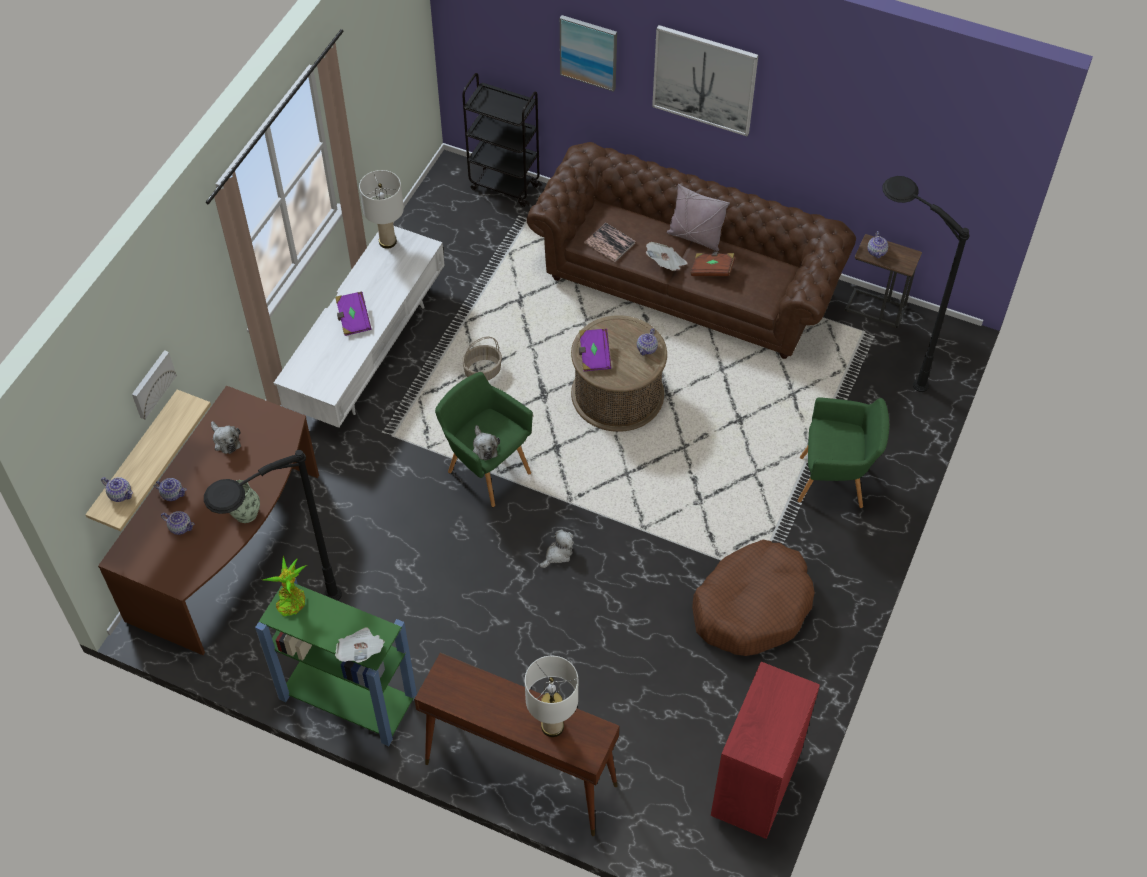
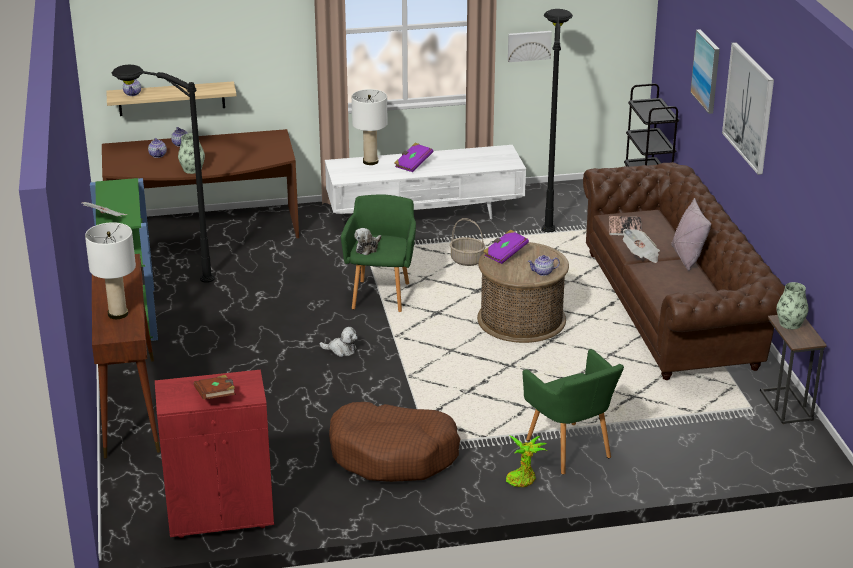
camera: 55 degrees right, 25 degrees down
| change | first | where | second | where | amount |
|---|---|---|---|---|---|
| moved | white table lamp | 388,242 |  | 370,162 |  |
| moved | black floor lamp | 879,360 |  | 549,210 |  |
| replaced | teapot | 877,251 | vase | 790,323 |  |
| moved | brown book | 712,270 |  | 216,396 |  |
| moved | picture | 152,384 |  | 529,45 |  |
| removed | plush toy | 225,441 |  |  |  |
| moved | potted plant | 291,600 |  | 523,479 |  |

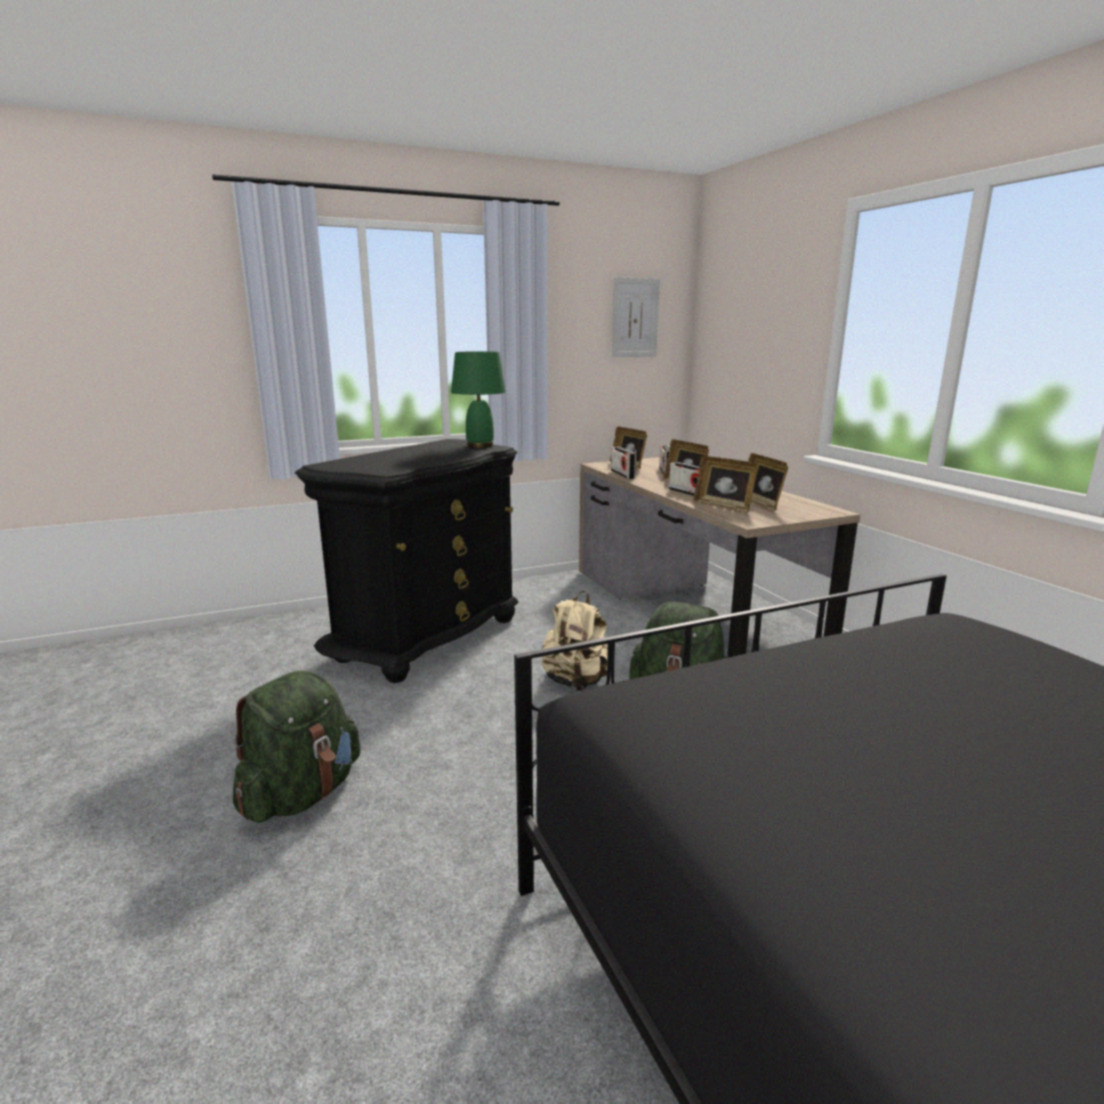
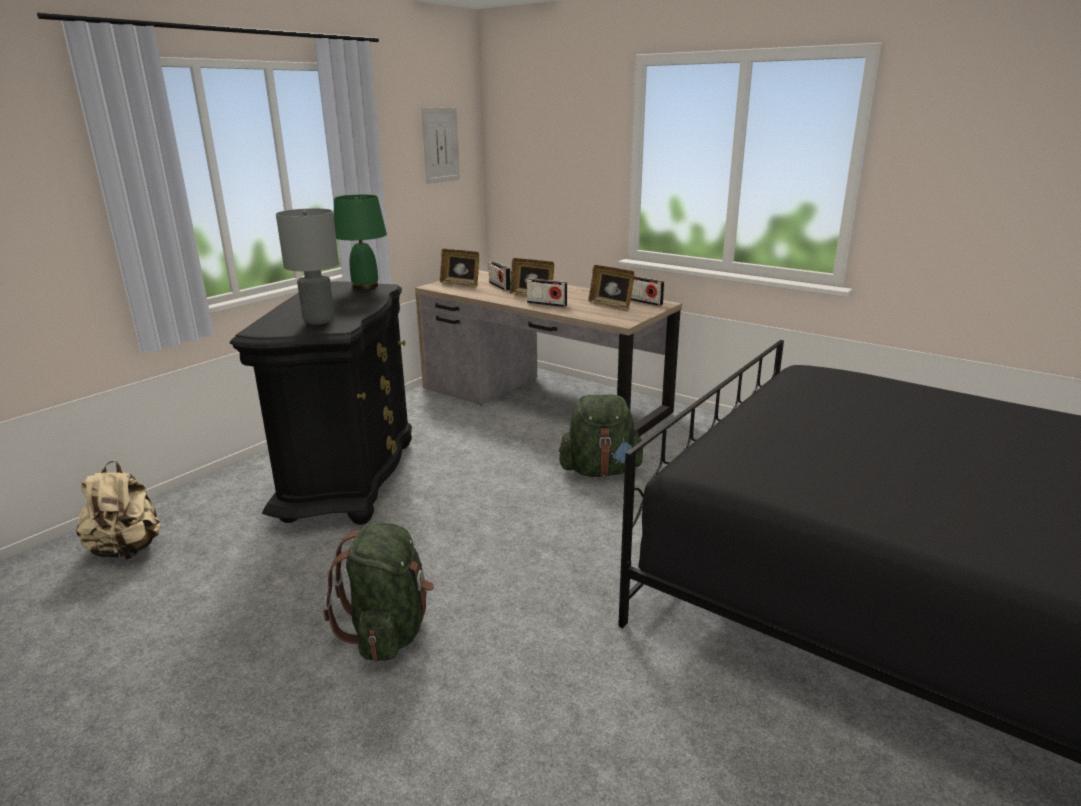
camera: 30 degrees left, 5 degrees up
| change | first | where | second | where | amount |
|---|---|---|---|---|---|
| moved | radio | 622,474 |  | 643,302 |  |
| removed | picture frame | 723,507 |  |  |  |
| moved | beige backpack | 576,682 |  | 127,550 |  |
| added |  |  | grey table lamp | 319,322 |  |

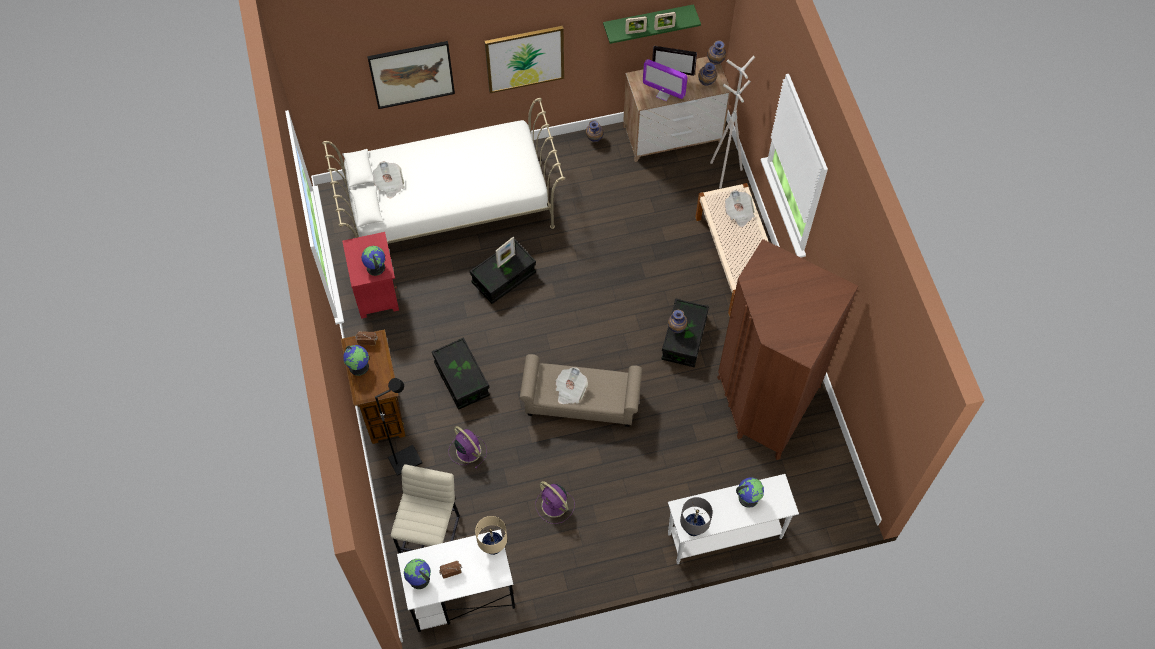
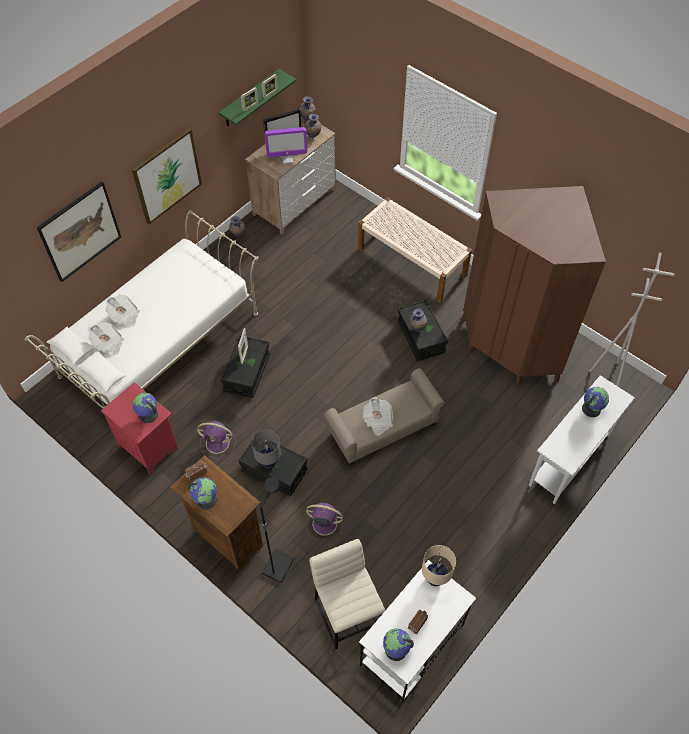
camera: 35 degrees left, 5 degrees down
| change | first | where | second | where | amount |
|---|---|---|---|---|---|
| moved | grey clothes rack | 724,173 |  | 608,374 |  |
| moved | newspaper | 739,213 |  | 124,316 |  |
| moved | purple fan | 555,506 |  | 218,443 |  |
| moved | grey table lamp | 693,528 |  | 268,462 |  |

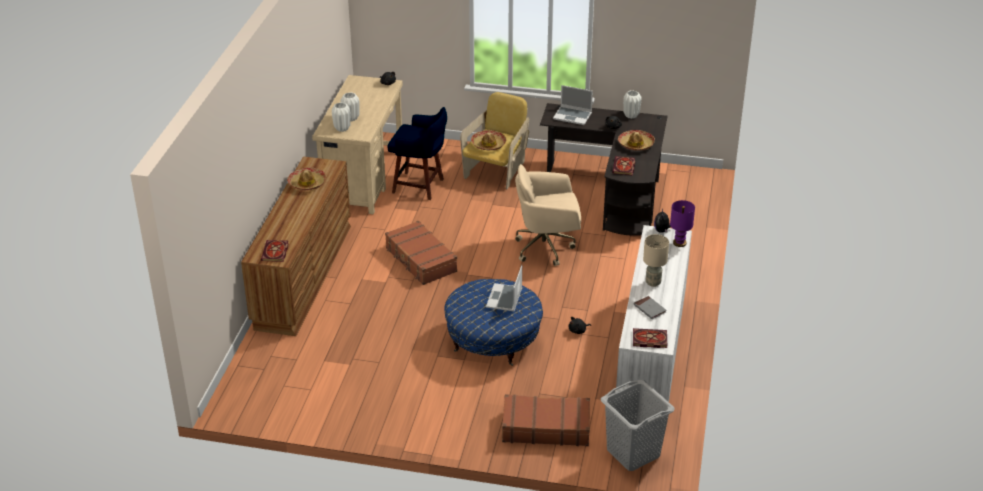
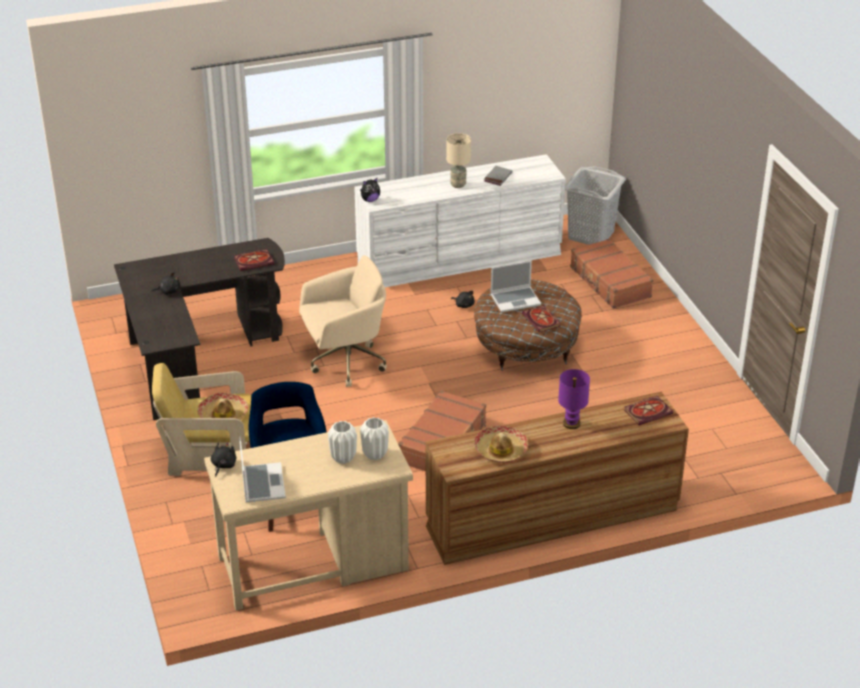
camera: 120 degrees left, 0 degrees up
| change | first | where | second | where | amount |
|---|---|---|---|---|---|
| moved | laptop | 573,116 |  | 262,483 |  |
| removed | white vase | 631,116 |  |  |  |
| removed | hat | 636,144 |  |  |  |
| turned | beige office chair | 546,248 |  | 345,365 | 75 degrees counterclockwise |
| moved | purple table lamp | 679,243 |  | 571,424 |  |
| recoloured | blue ottoman | 493,340 | brown ottoman | 526,347 |  |
| moved | book | 648,340 |  | 542,321 |  |

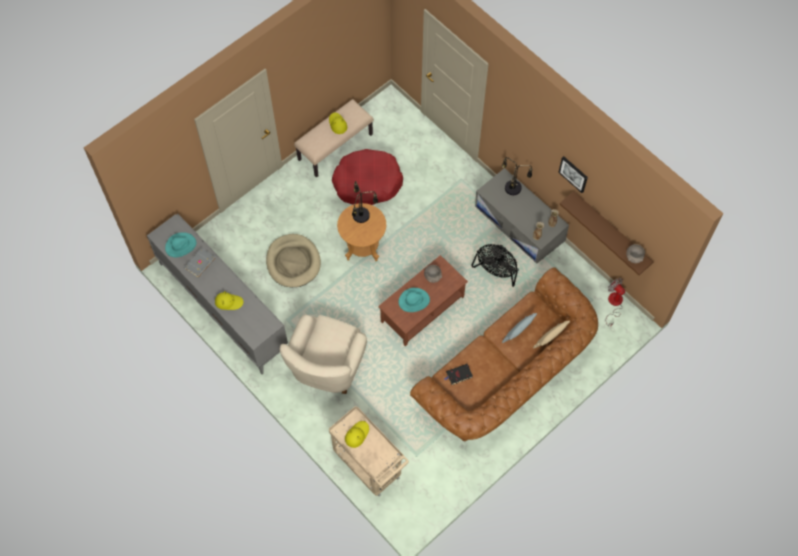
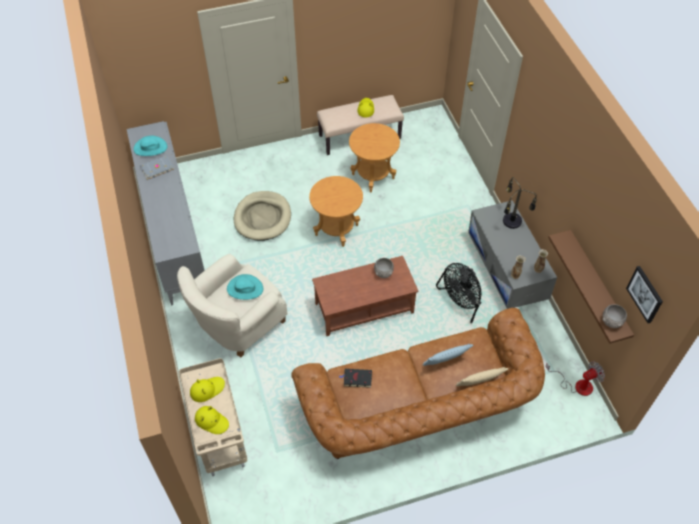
camera: 25 degrees right, 10 degrees down
| change | first | where | second | where | amount |
|---|---|---|---|---|---|
| replaced | red dog bed | 367,182 | brown side table | 373,176 |  |
| moved | picture | 573,174 |  | 645,294 |  |
| removed | table lamp | 361,215 |  |  |  |
| turned | fan | 614,304 |  | 577,385 | 75 degrees clockwise |
| moved | turquoise hat | 414,301 |  | 245,289 |  |
| moved | yellow hat | 229,302 |  | 212,421 |  |

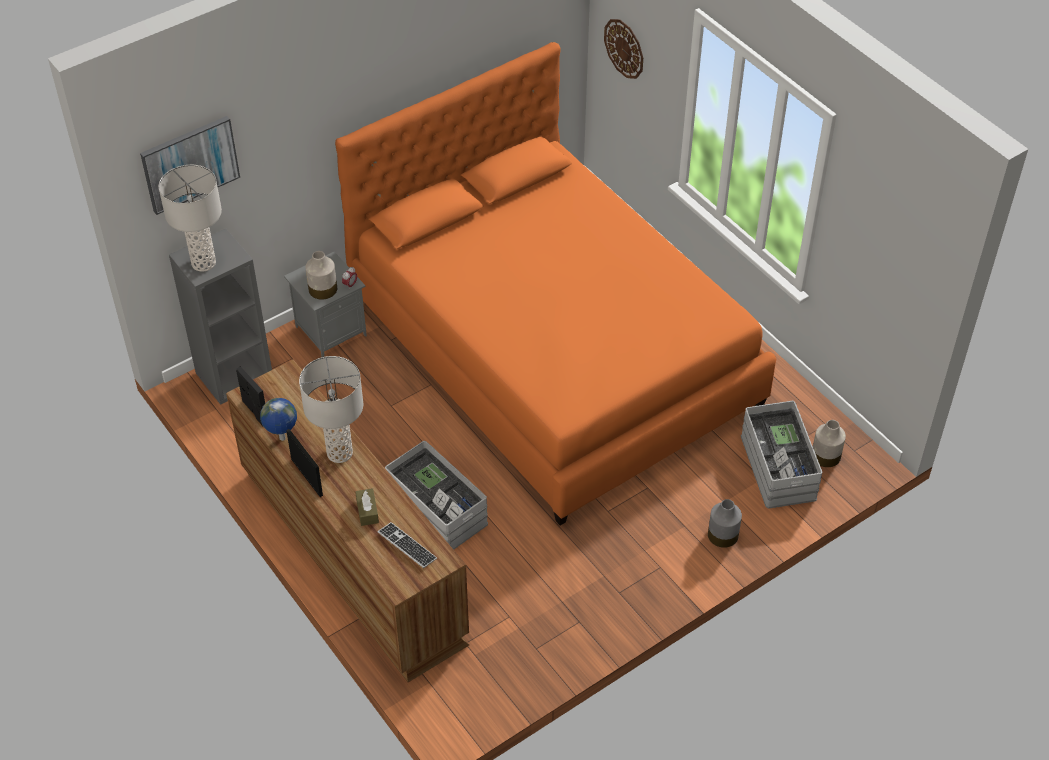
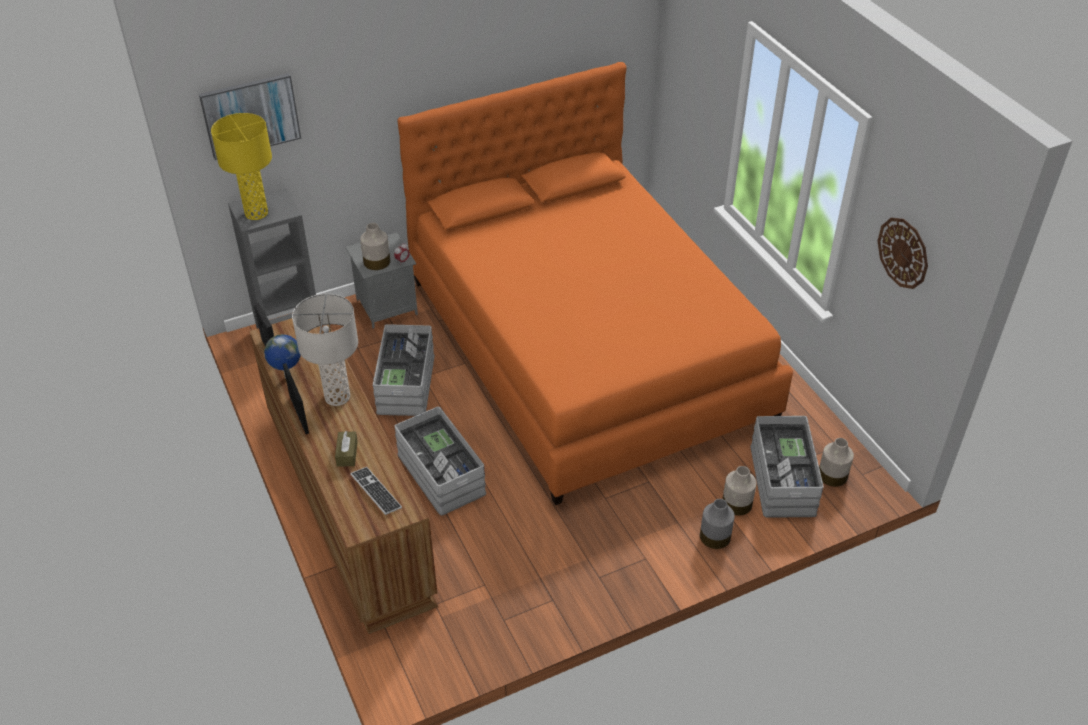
camera: 10 degrees right, 5 degrees down
| change | first | where | second | where | amount |
|---|---|---|---|---|---|
| moved | wall clock | 624,48 |  | 903,252 |  |
| recoloured | white table lamp | 203,263 | yellow table lamp | 256,213 |  |
| added |  |  | grey storage box | 405,383 |  |
| added |  |  | beige vase | 737,503 |  |

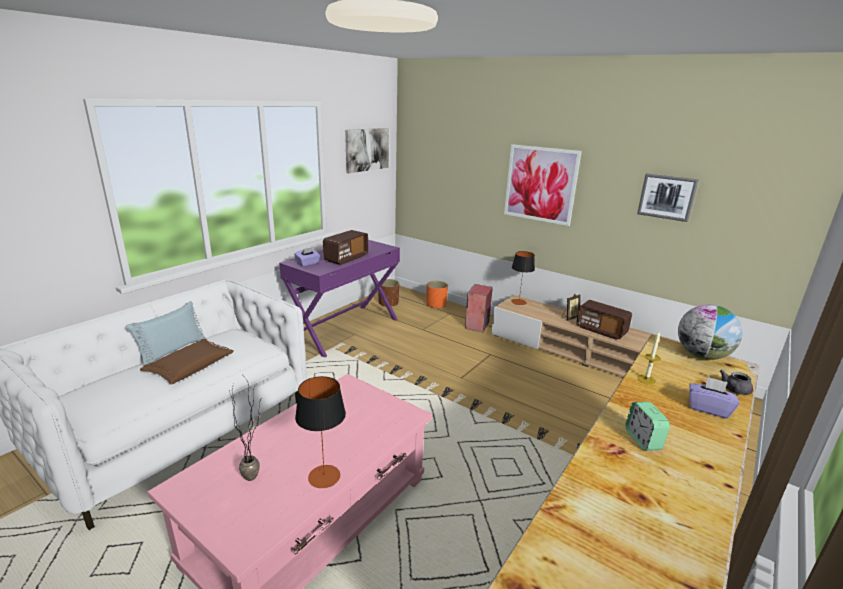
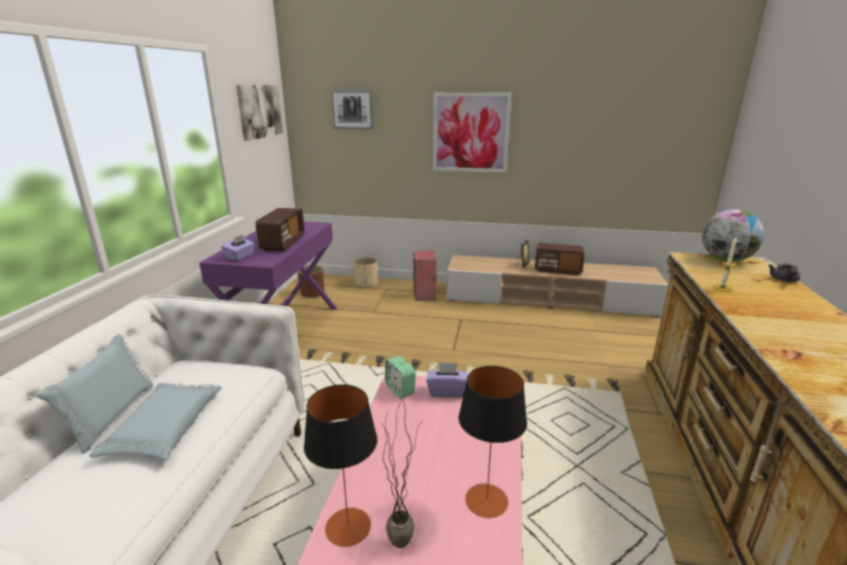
camera: 25 degrees left, 0 degrees up
| change | first | where | second | where | amount |
|---|---|---|---|---|---|
| moved | picture | 666,197 |  | 352,109 |  |
| moved | table lamp | 519,302 |  | 348,526 |  |
| recoloured | orange planter | 436,305 | beige planter | 366,284 |  |
| recoloured | brown pillow | 190,365 | blue pillow | 164,425 |  |
| moved | purple tissue box | 708,408 |  | 447,391 |  |
| moved | alarm clock | 643,440 |  | 400,389 |  |

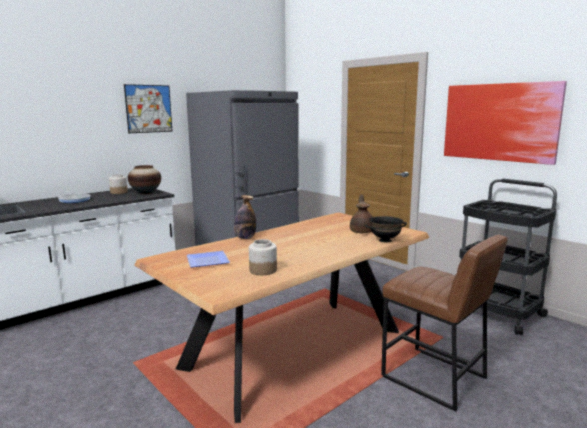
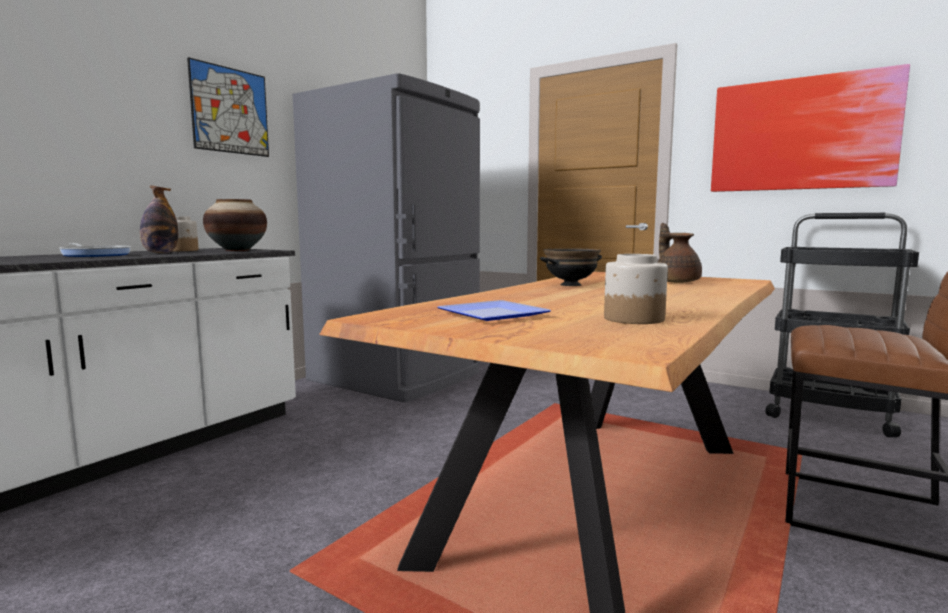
camera: 15 degrees left, 5 degrees down
| change | first | where | second | where | amount |
|---|---|---|---|---|---|
| moved | bottle | 245,238 |  | 160,253 |  |
| moved | black bowl | 385,240 |  | 570,285 |  |

